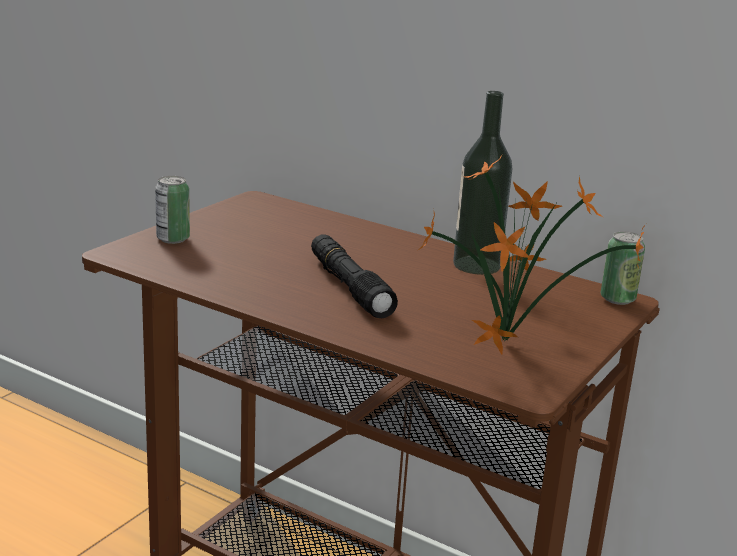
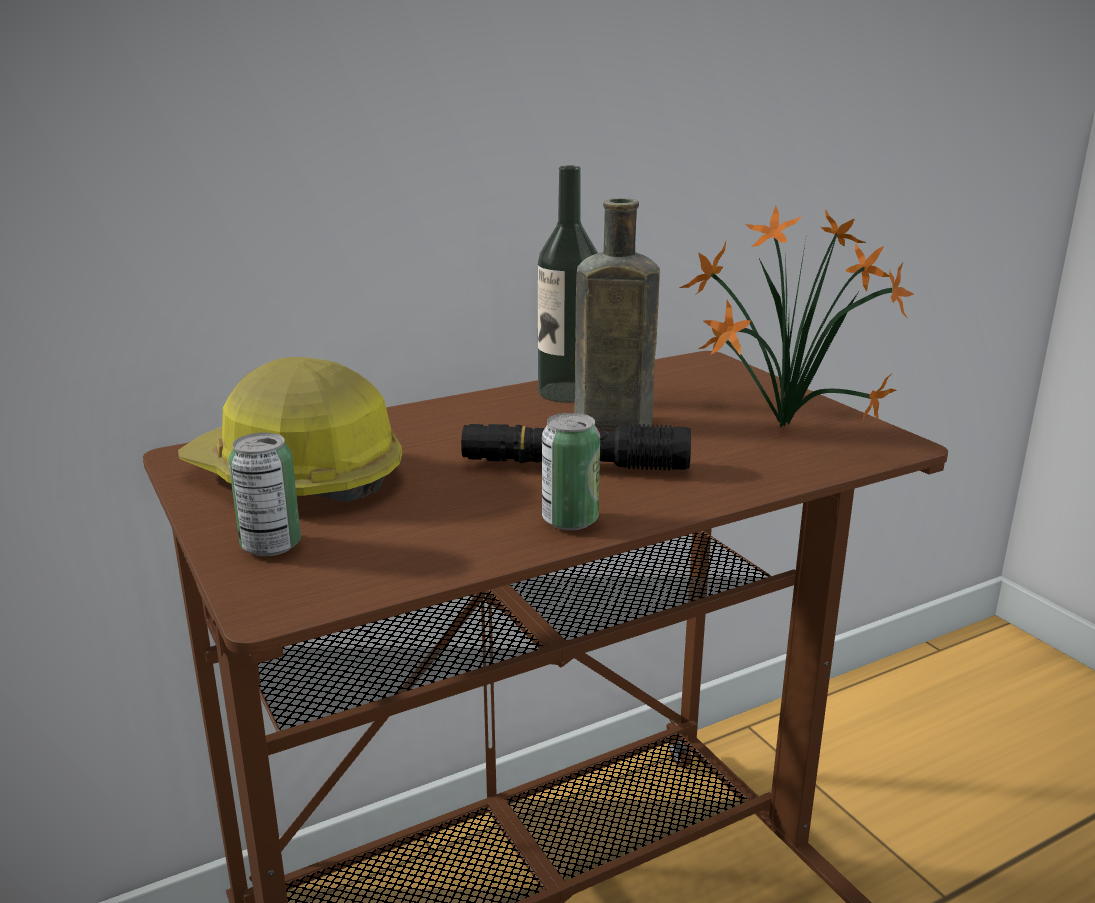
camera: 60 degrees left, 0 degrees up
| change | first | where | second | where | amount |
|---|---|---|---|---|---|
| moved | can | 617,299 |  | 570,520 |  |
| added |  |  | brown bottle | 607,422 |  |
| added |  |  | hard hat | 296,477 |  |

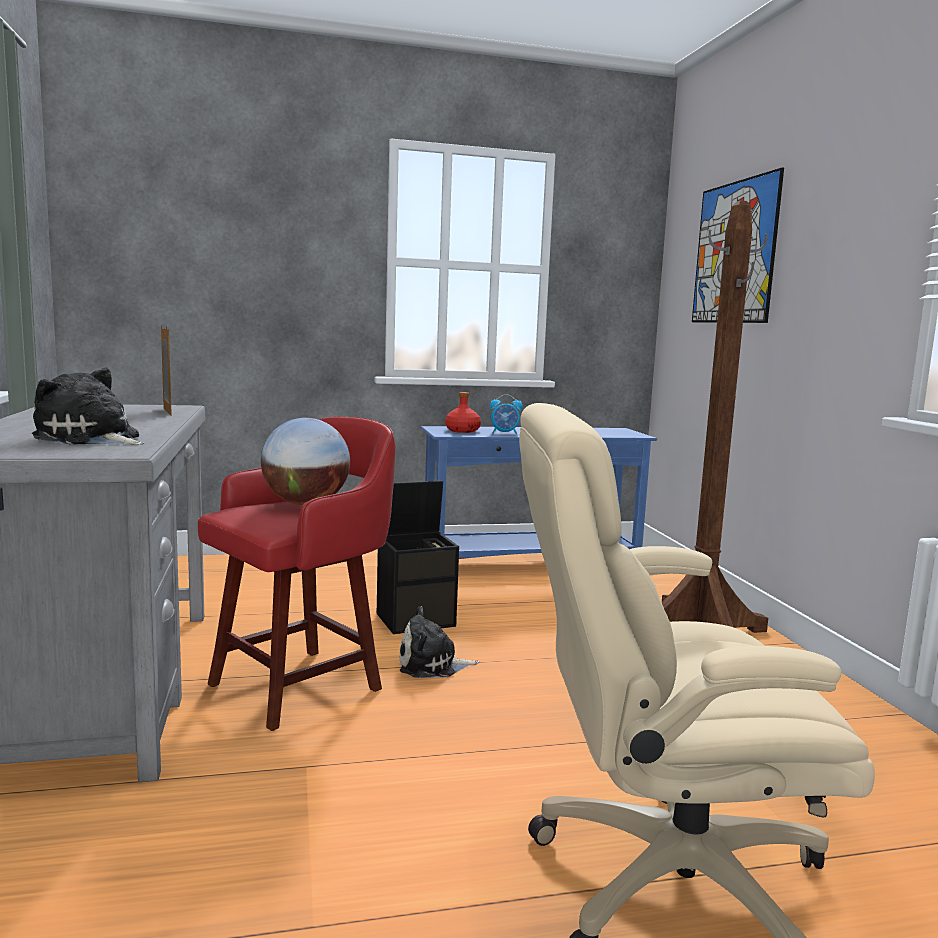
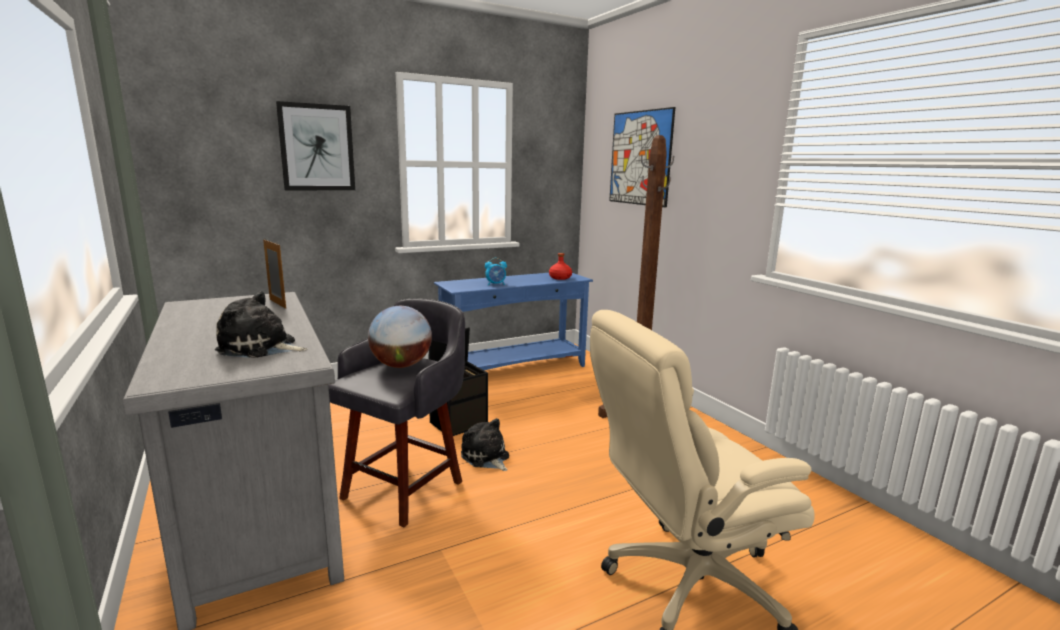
camera: 15 degrees left, 5 degrees up
| change | first | where | second | where | amount |
|---|---|---|---|---|---|
| moved | red bottle | 462,431 |  | 560,278 |  |
| recoloured | red stool | 302,685 | grey stool | 407,488 |  |
| turned | plush toy | 432,665 |  | 486,457 | 75 degrees clockwise |
| added |  |  | picture | 317,147 |  |

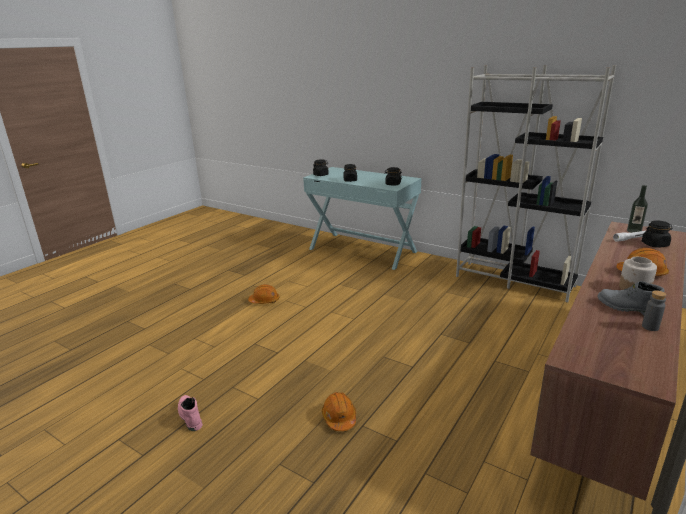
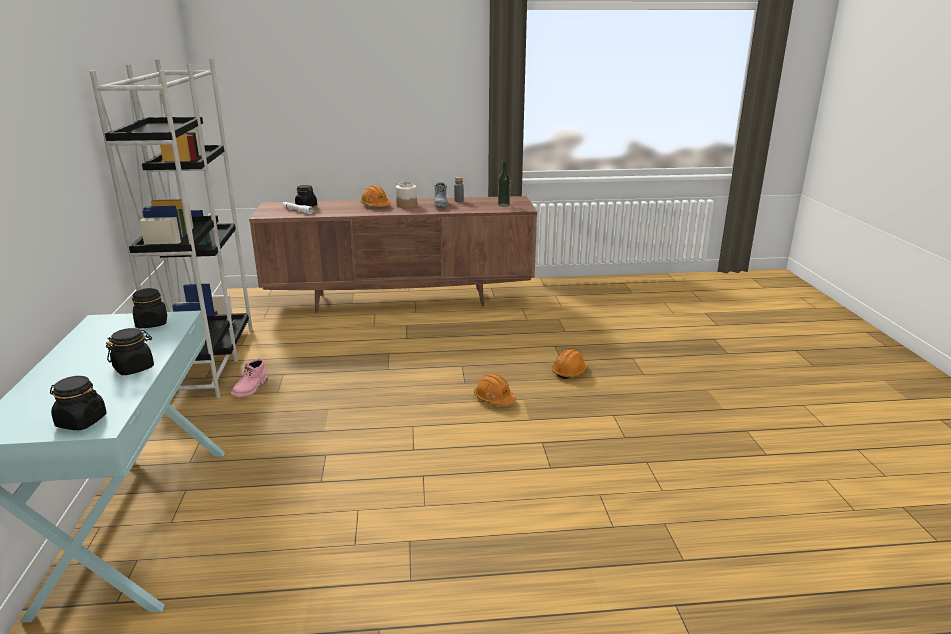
camera: 130 degrees left, 0 degrees up
| change | first | where | second | where | amount |
|---|---|---|---|---|---|
| moved | bottle | 634,231 |  | 503,205 |  |
| moved | orange hard hat | 264,301 |  | 494,398 |  |
| moved | pink boot | 189,416 |  | 251,388 |  |

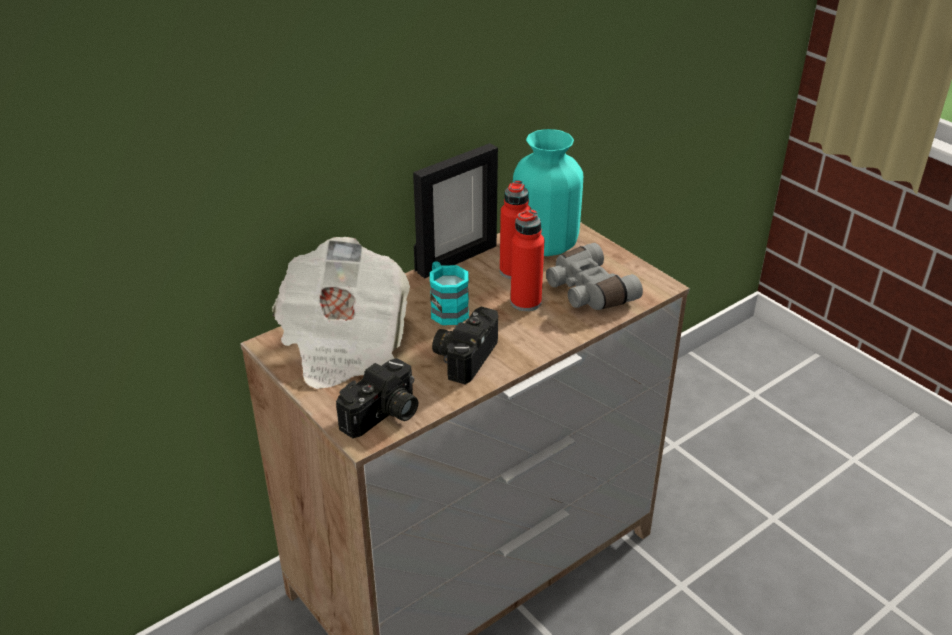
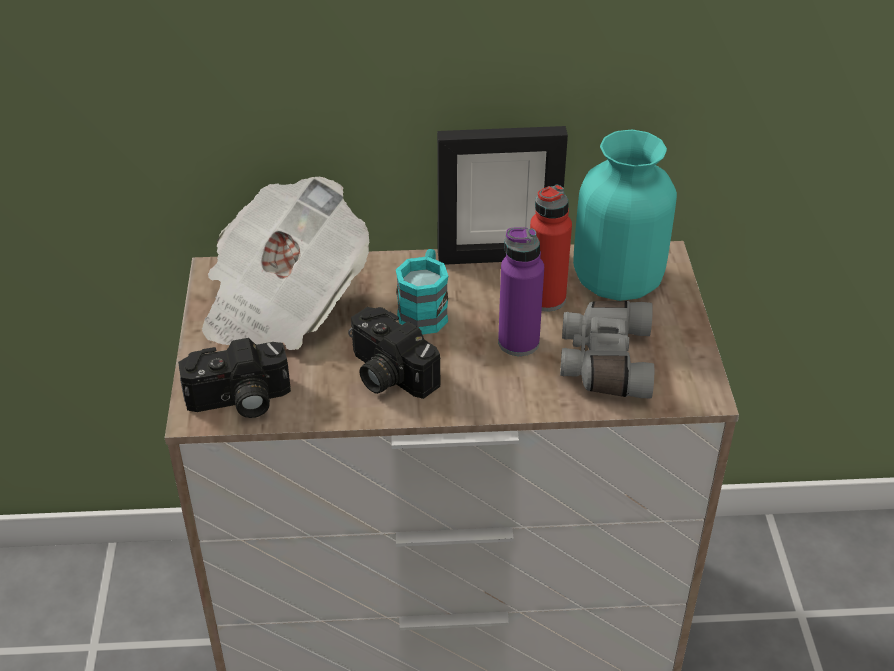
camera: 35 degrees right, 5 degrees up
| change | first | where | second | where | amount |
|---|---|---|---|---|---|
| recoloured | red bottle | 526,302 | purple bottle | 518,342 |  |
| turned | photo camera | 464,355 |  | 386,374 | 105 degrees counterclockwise |

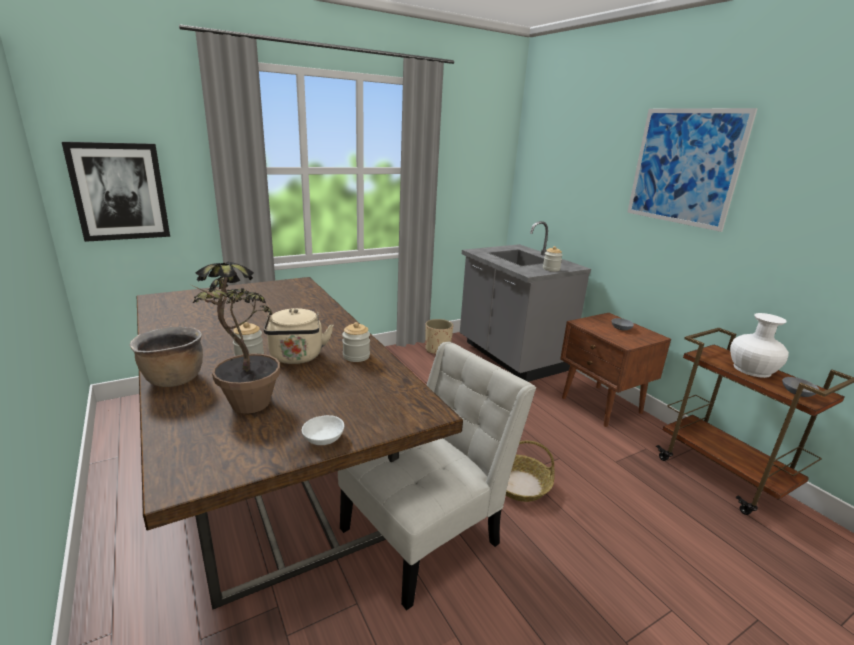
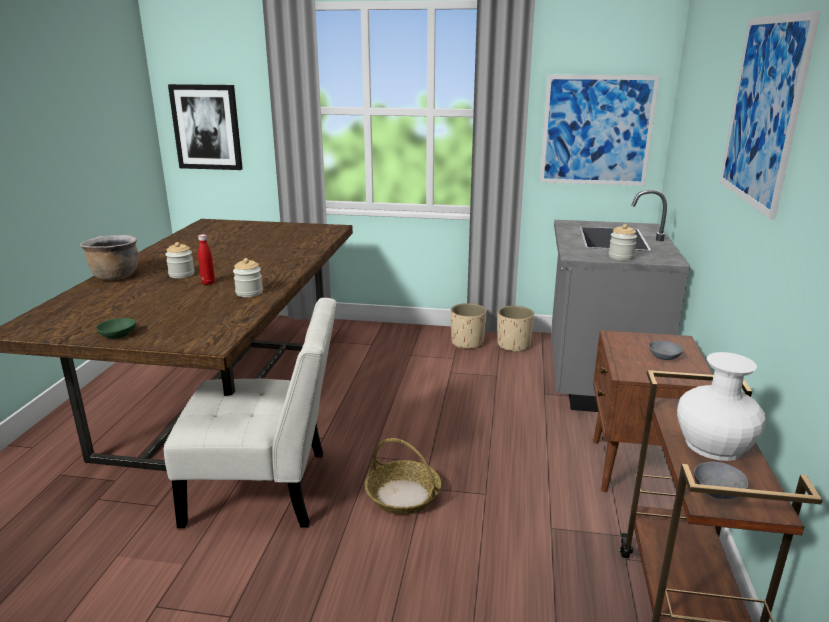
camera: 40 degrees right, 0 degrees up
| change | first | where | second | where | amount |
|---|---|---|---|---|---|
| removed | potted plant | 246,411 |  |  |  |
| replaced | beige kettle | 297,358 | red bottle | 208,283 |  |
| recoloured | white bowl | 323,437 | green bowl | 118,334 |  |
| added |  |  | picture | 596,131 |  |
| added |  |  | beige planter | 467,343 |  |

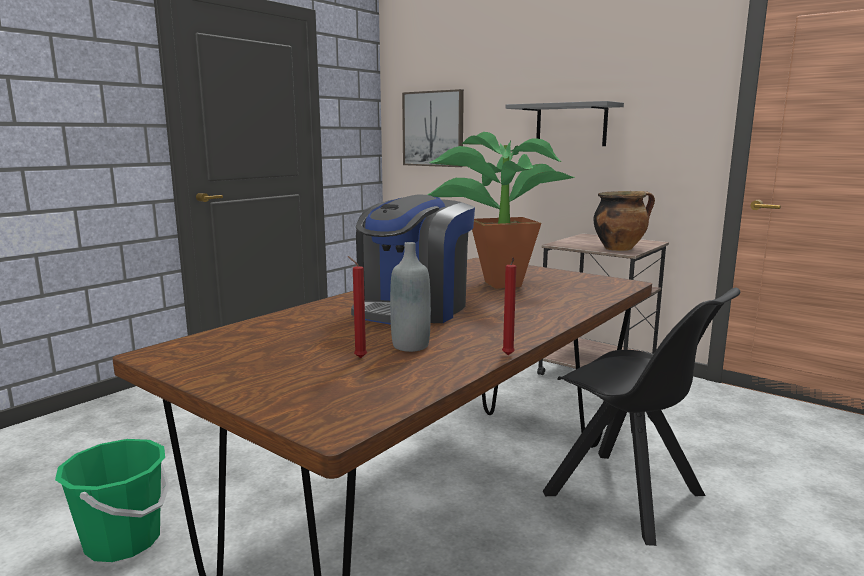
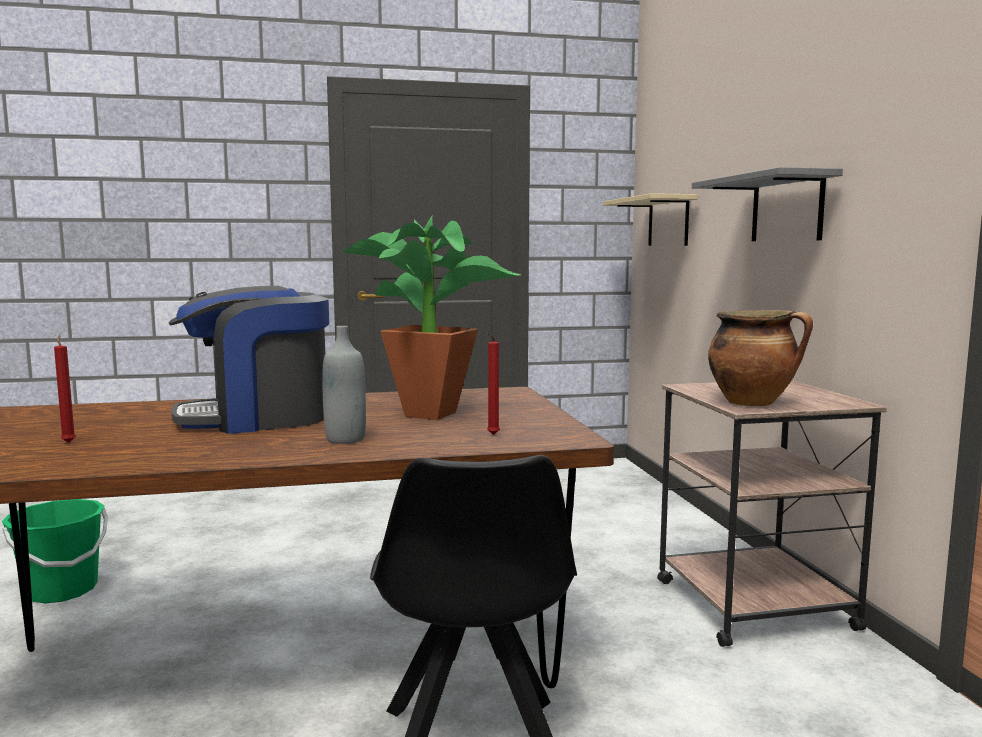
camera: 40 degrees right, 5 degrees down
| change | first | where | second | where | amount |
|---|---|---|---|---|---|
| replaced | picture | 433,129 | beige shelf | 668,222 |  |
| moved | grey bottle | 410,346 |  | 345,439 |  |
| moved | red candle | 508,356 |  | 491,435 |  |

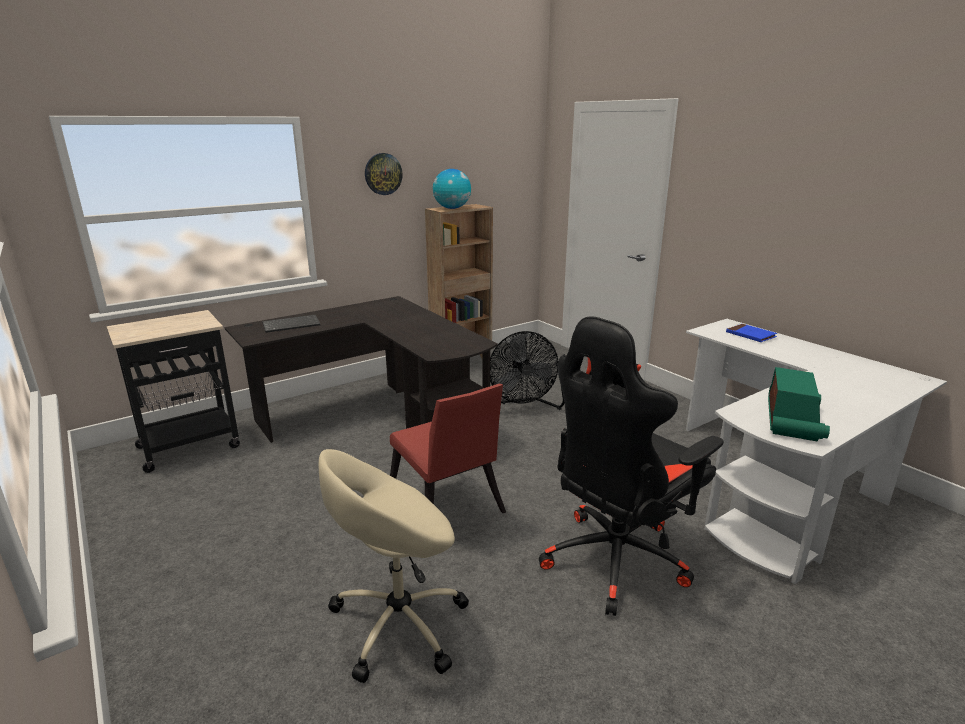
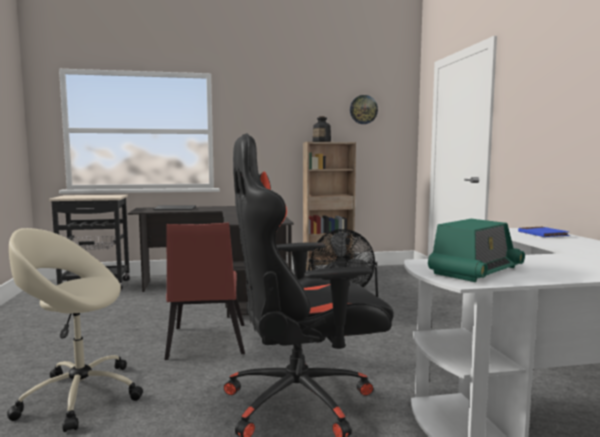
camera: 25 degrees right, 15 degrees down
| change | first | where | second | where | amount |
|---|---|---|---|---|---|
| moved | wall clock | 383,174 |  | 363,109 |  |
| replaced | globe | 452,208 | bottle | 322,141 |  |

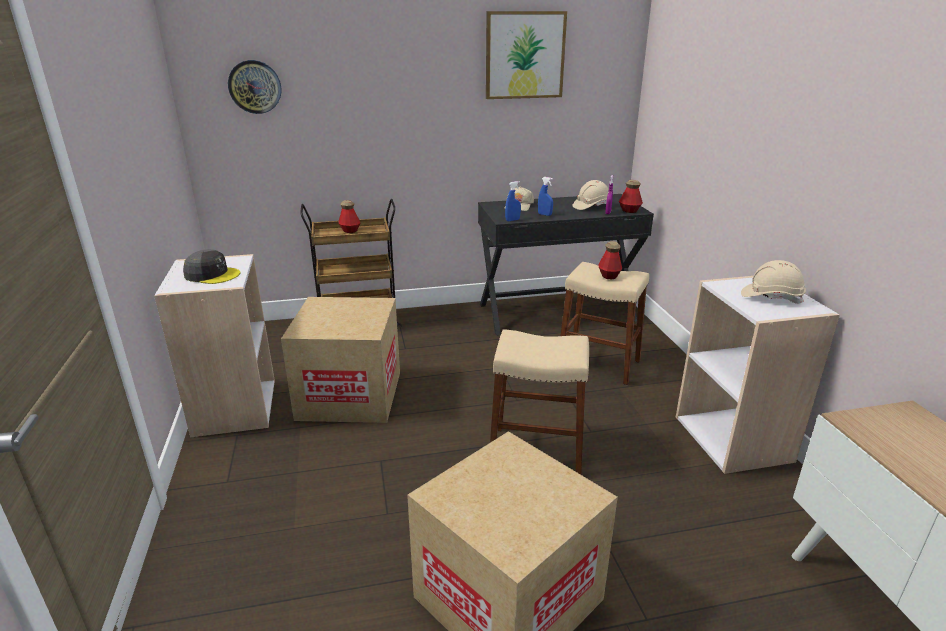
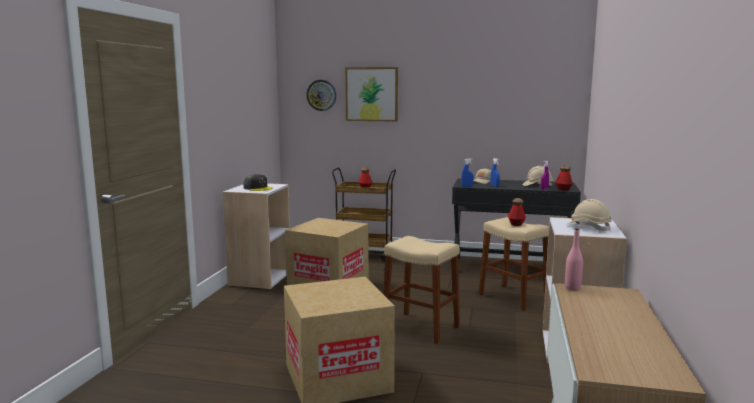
camera: 25 degrees right, 15 degrees down
| change | first | where | second | where | amount |
|---|---|---|---|---|---|
| moved | picture | 524,55 |  | 371,94 |  |
| added |  |  | pink bottle | 572,288 |  |

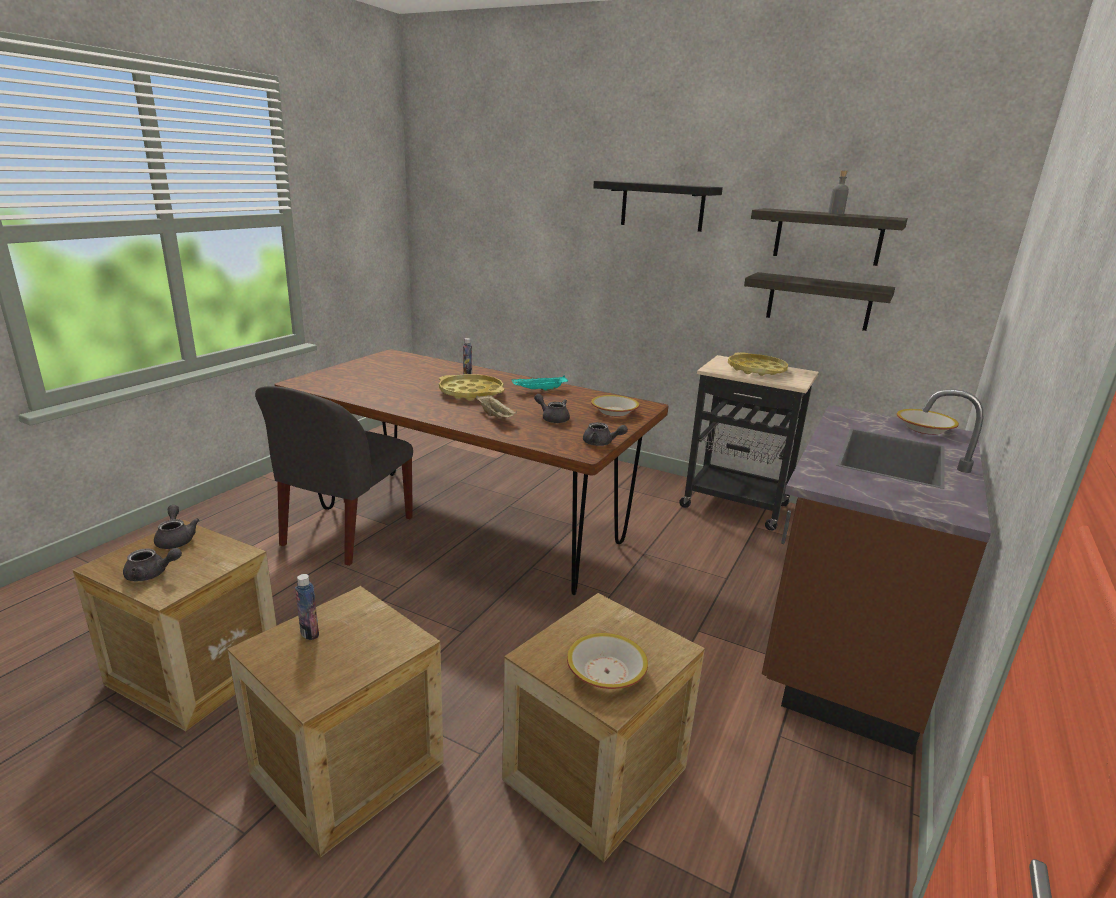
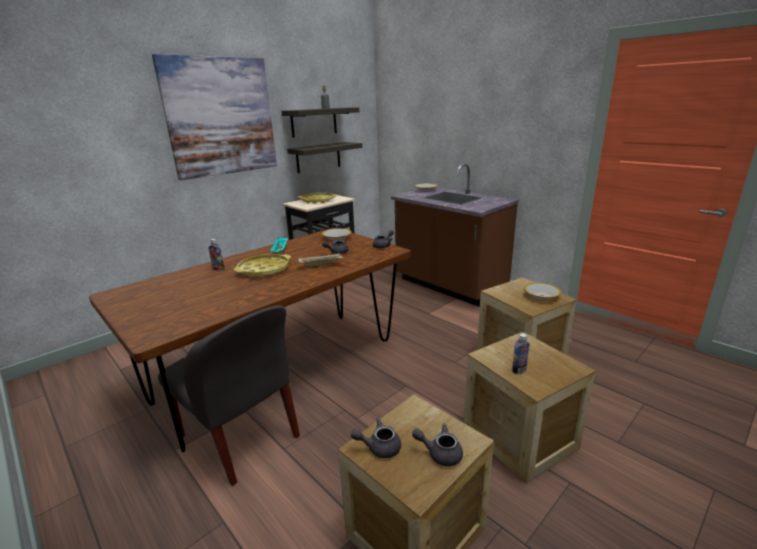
camera: 70 degrees left, 0 degrees up
| change | first | where | second | where | amount |
|---|---|---|---|---|---|
| replaced | black shelf | 662,206 | picture | 221,117 |  |
| turned | grey teapot | 151,574 |  | 440,453 | 90 degrees counterclockwise |

